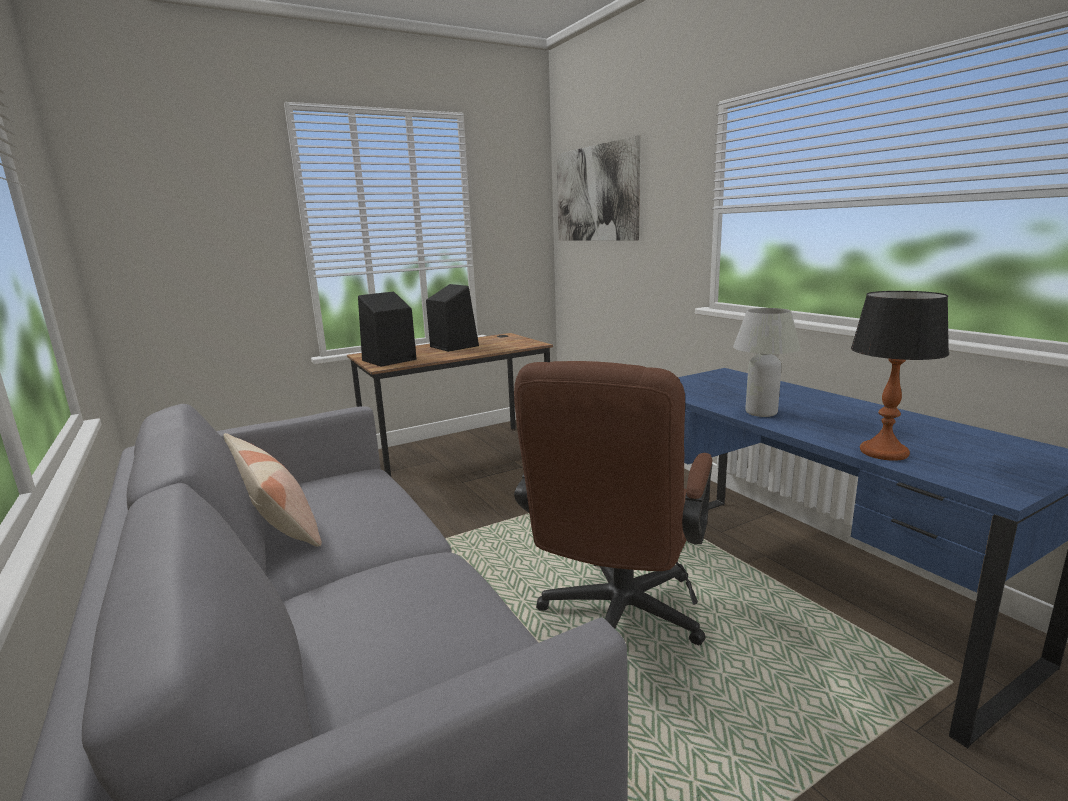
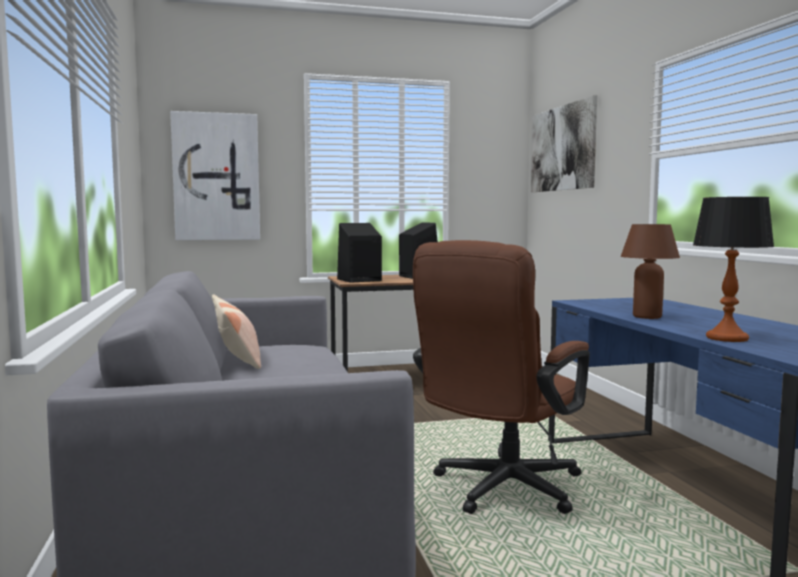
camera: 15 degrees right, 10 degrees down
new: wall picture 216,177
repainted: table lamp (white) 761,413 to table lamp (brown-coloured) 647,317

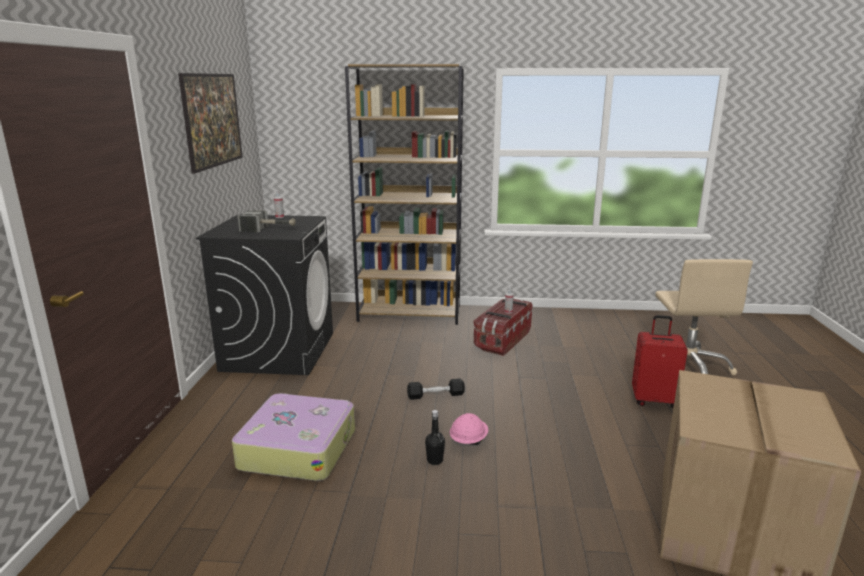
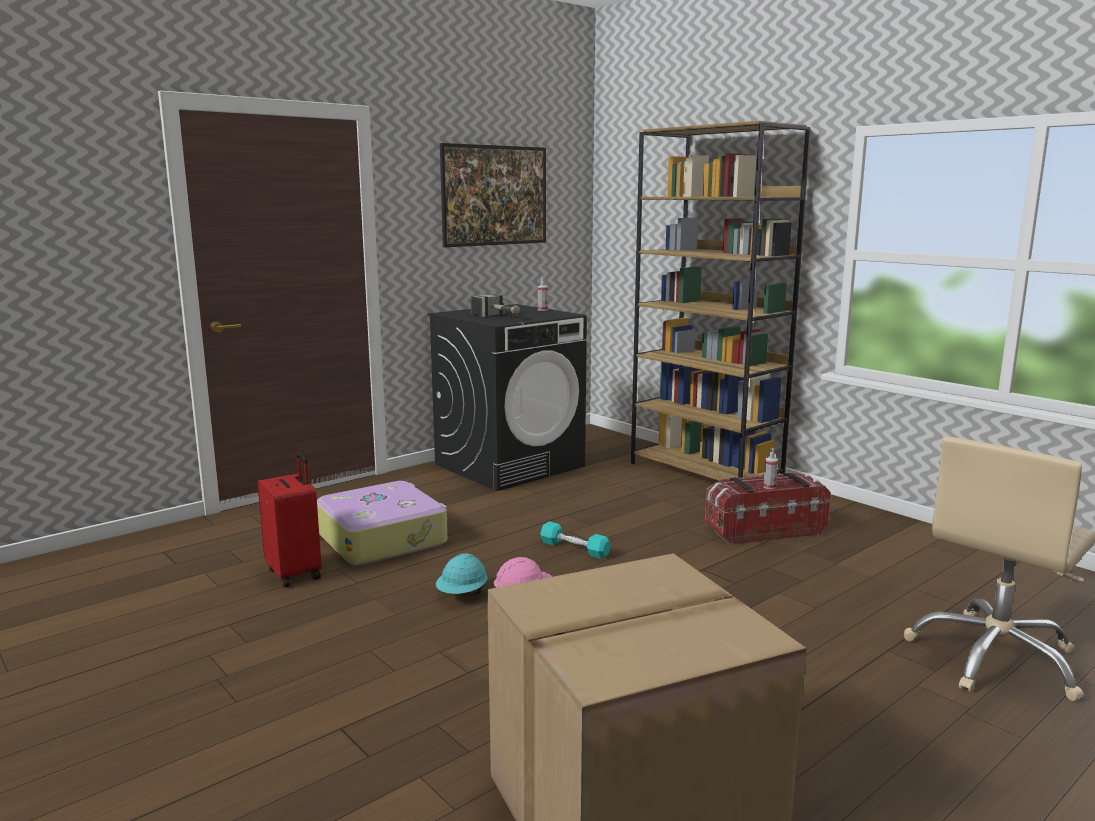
camera: 45 degrees right, 5 degrees down
shifted: suitcase (red) 654,400 to 295,573
swapped: bottle (black) 435,460 to safety helmet (turquoise-coloured) 462,594
repainted: free weight (black) 435,395 to free weight (turquoise-coloured) 574,548

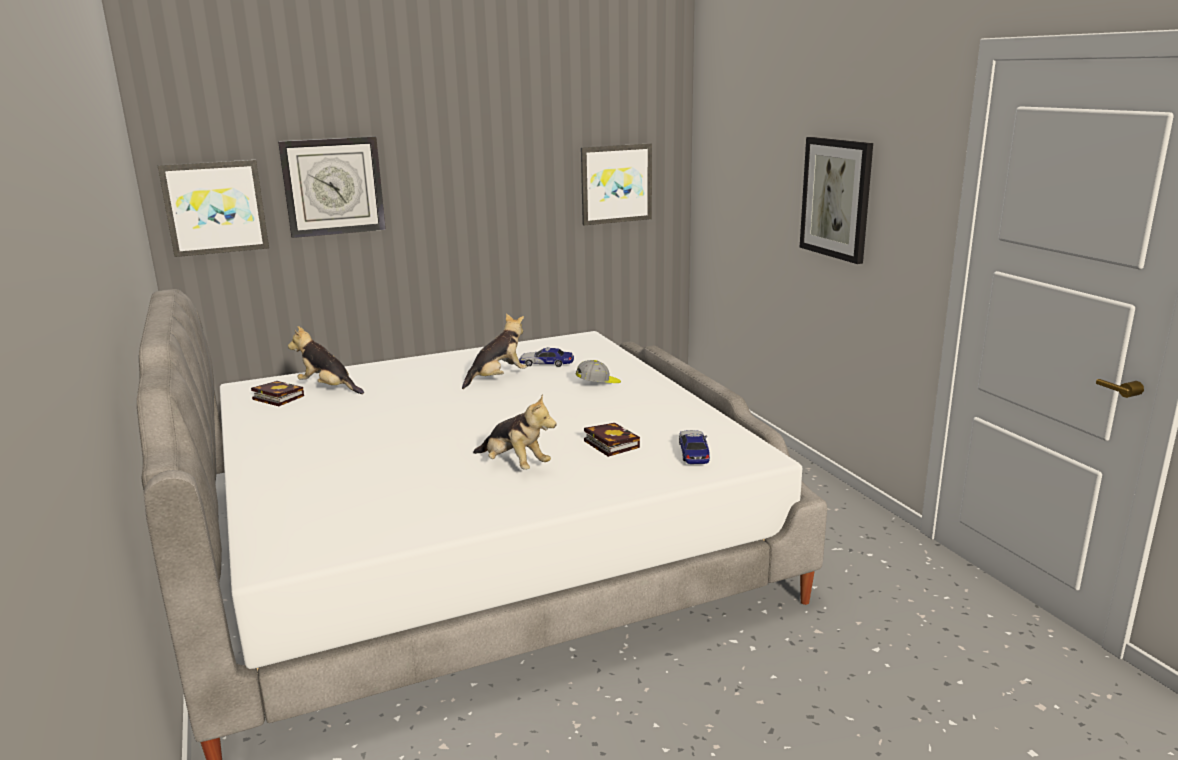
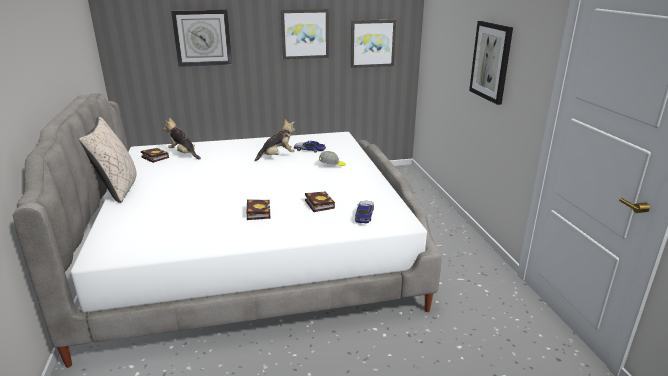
camera: 10 degrees right, 5 degrees up
new: cushion (beige-coloured) 118,189
shifted: wall picture 215,207 to 305,34
swapped: soft toy 514,465 to bound book 258,212

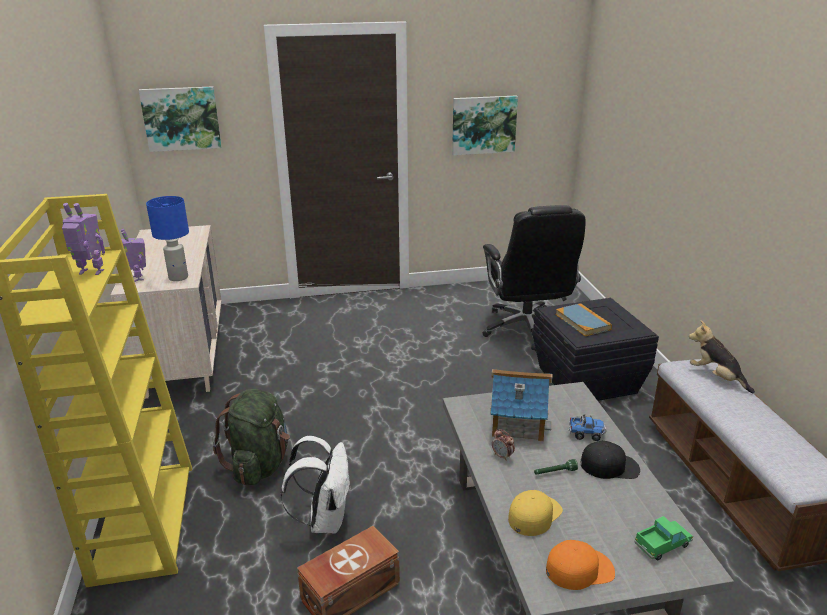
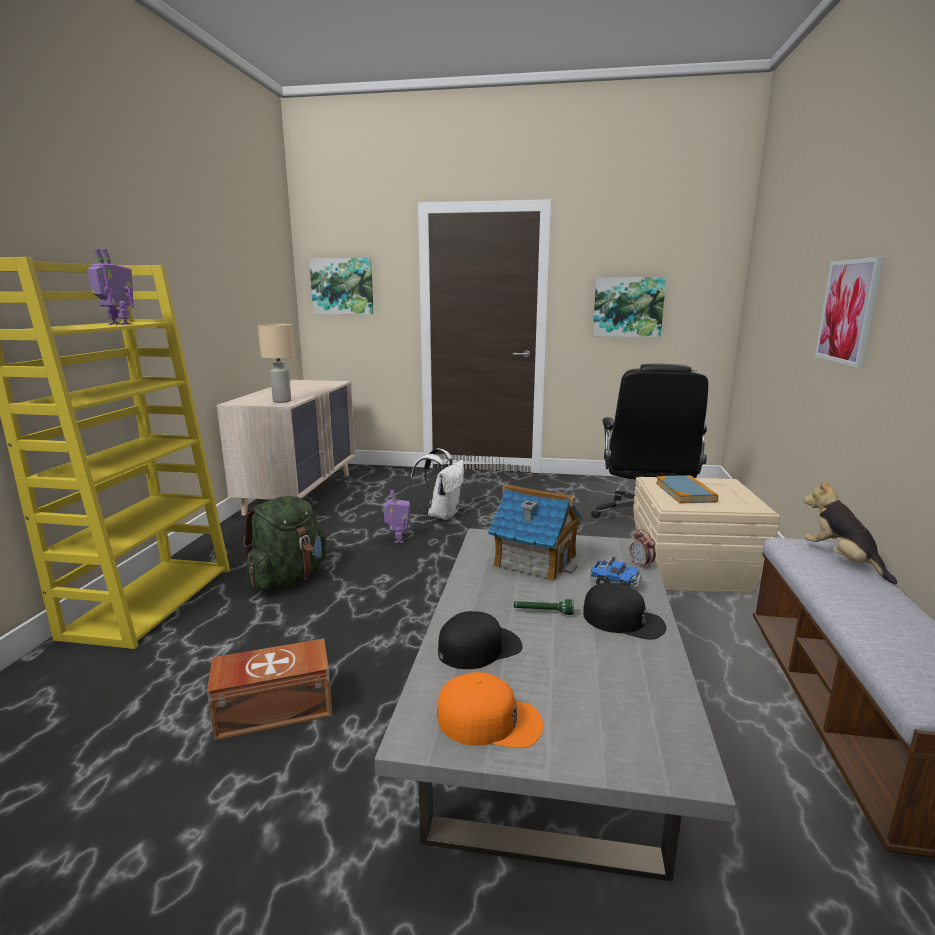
camera: 20 degrees right, 10 degrees down
gone: toy lorry 662,544
new: wall picture 848,311
shifted: model robot 137,278 to 398,540; table clock 502,456 to 641,565; rucksack (white) 325,519 to 442,515
repainted: table lamp (blue-coloured) 178,277 to table lamp (beige-coloured) 282,401; storage container (black) 585,379 to storage container (beige-coloured) 690,570; peaked cap (yellow) 534,514 to peaked cap (black) 479,647

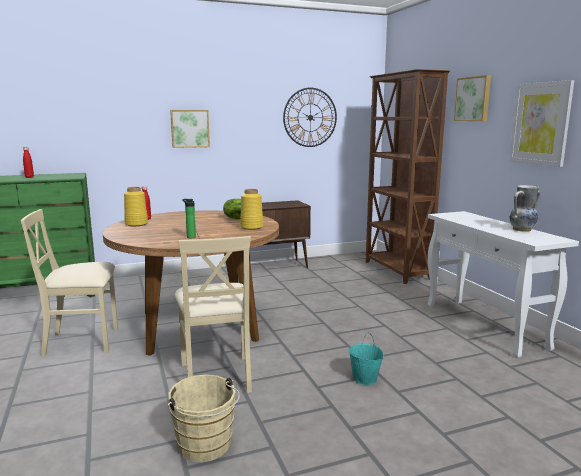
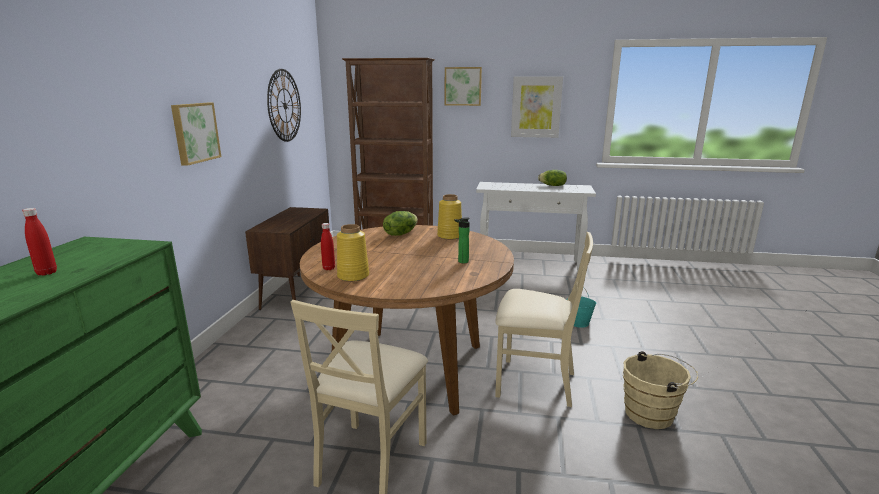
camera: 60 degrees left, 5 degrees up
swapped: decorative vase 522,230 to head of lettuce 553,186

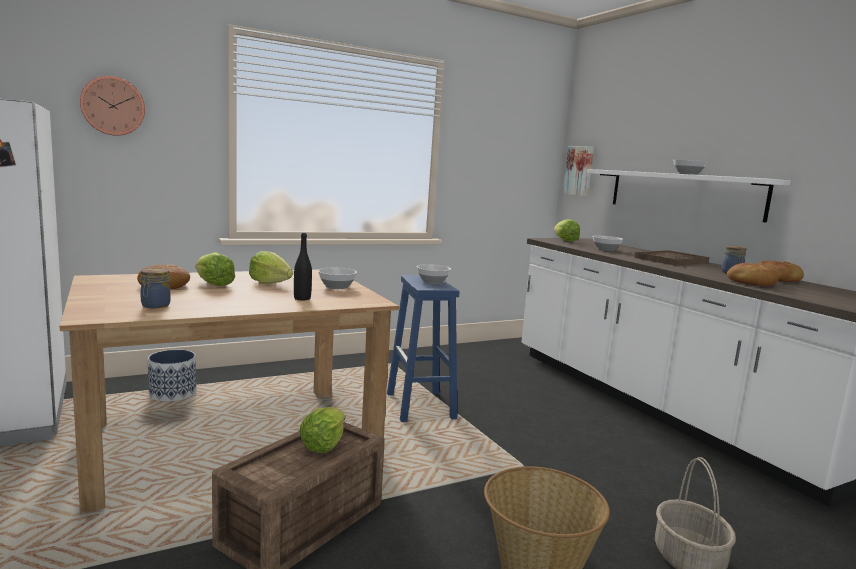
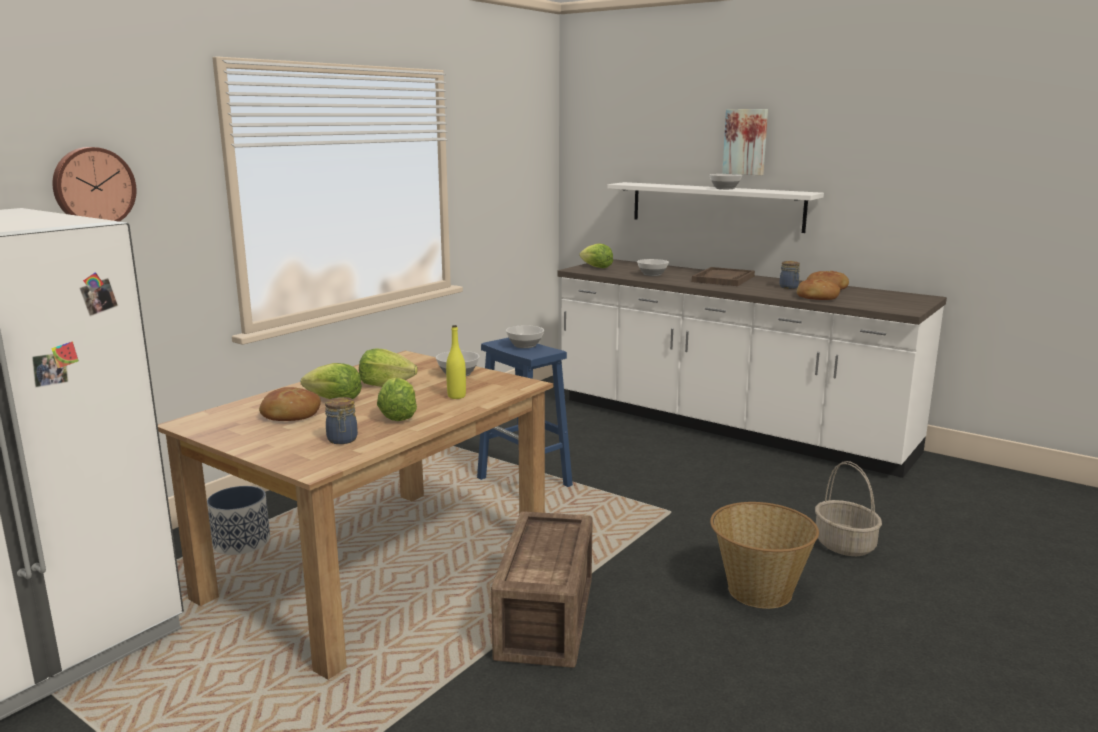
camera: 25 degrees left, 5 degrees up
shifted: wall picture 579,171 to 745,142; head of lettuce 323,445 to 398,415
repainted: bottle (black) 302,298 to bottle (yellow) 456,396

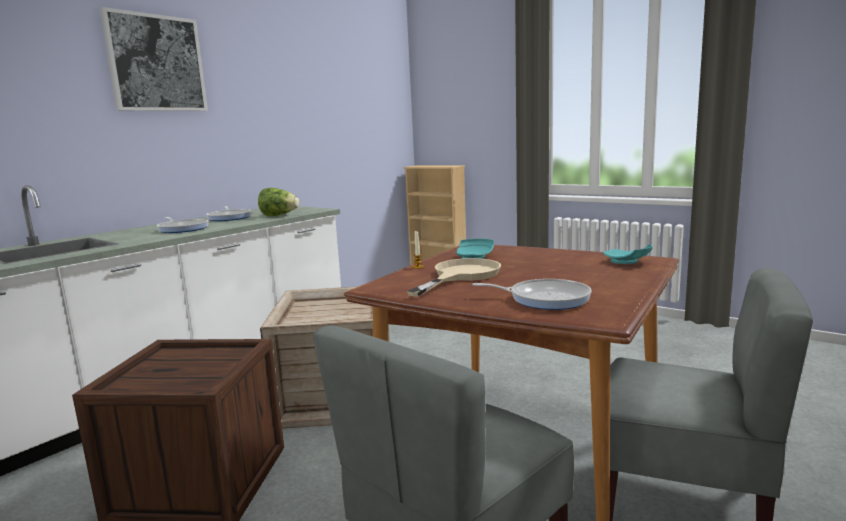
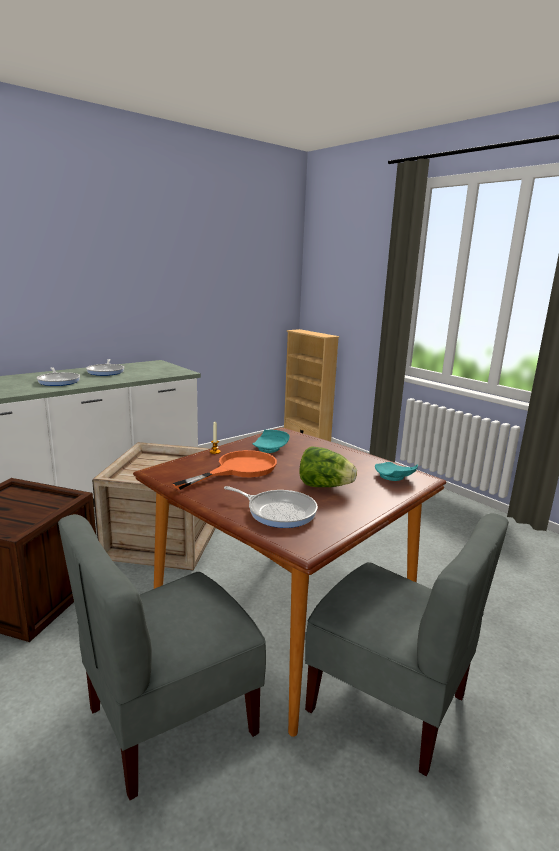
camera: 10 degrees right, 5 degrees up
gone: wall picture 156,63
shifted: head of lettuce 279,215 to 324,486
repainted: skillet (beige-coloured) 460,276 to skillet (orange) 238,469

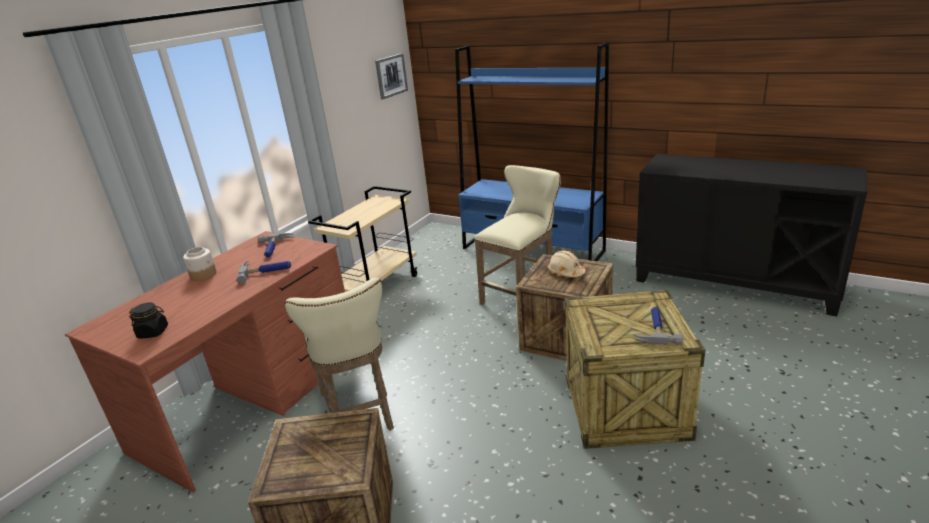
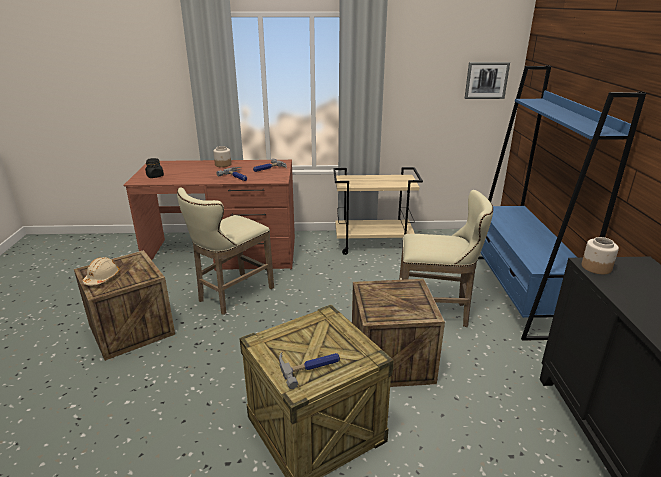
camera: 55 degrees right, 0 degrees up
new: preserve jar 596,267
shifted: safety helmet (beige-coloured) 566,272 to 102,278

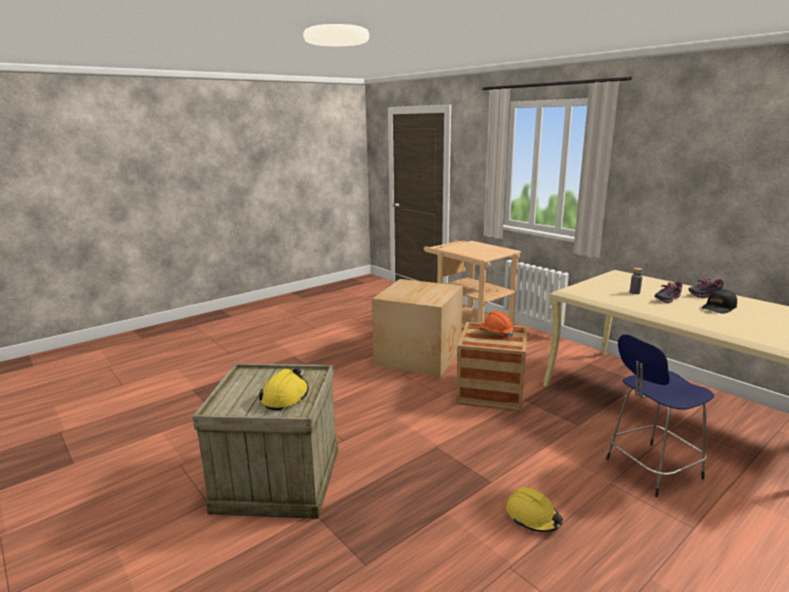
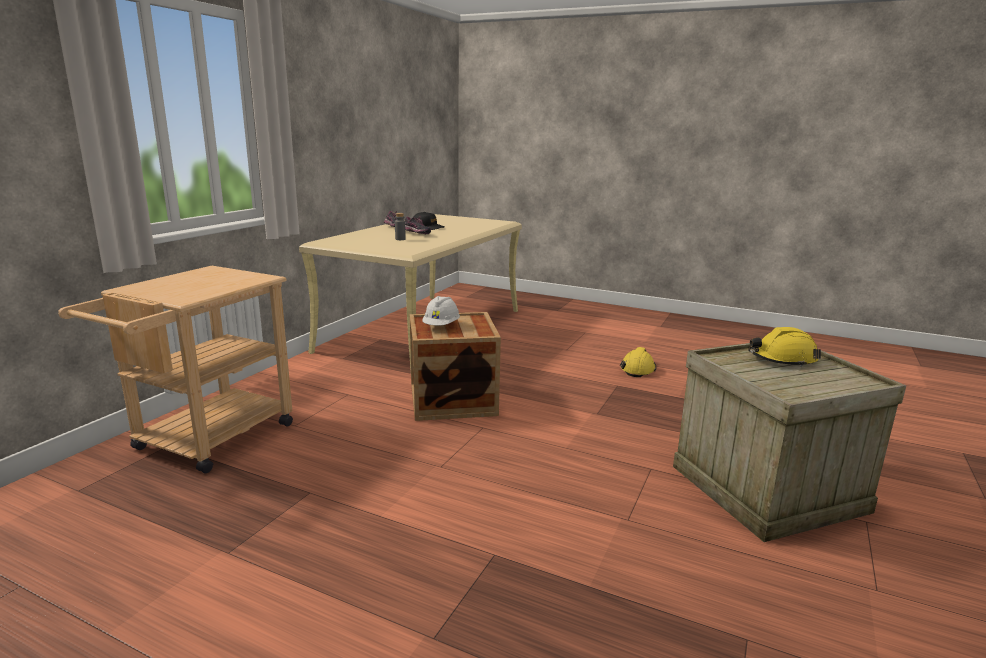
camera: 115 degrees left, 0 degrees up
gone: carton 420,356; stool (blue-coloured) 650,469
repainted: safety helmet (orange) 496,333 to safety helmet (white) 441,326

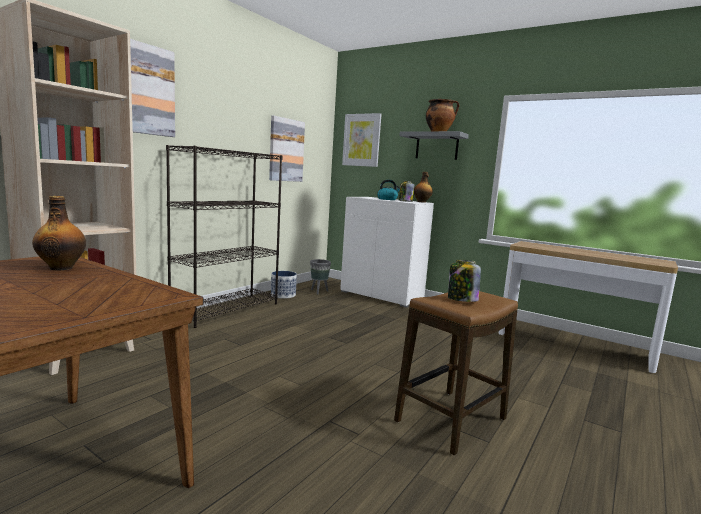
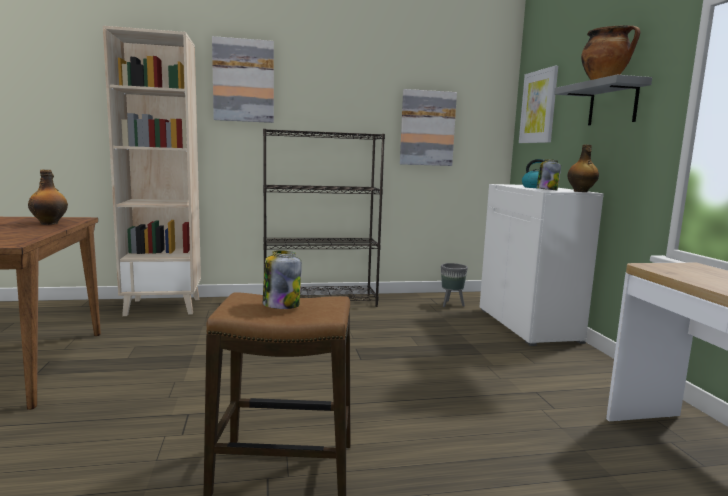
camera: 45 degrees right, 0 degrees up
gone: flower pot 283,295

